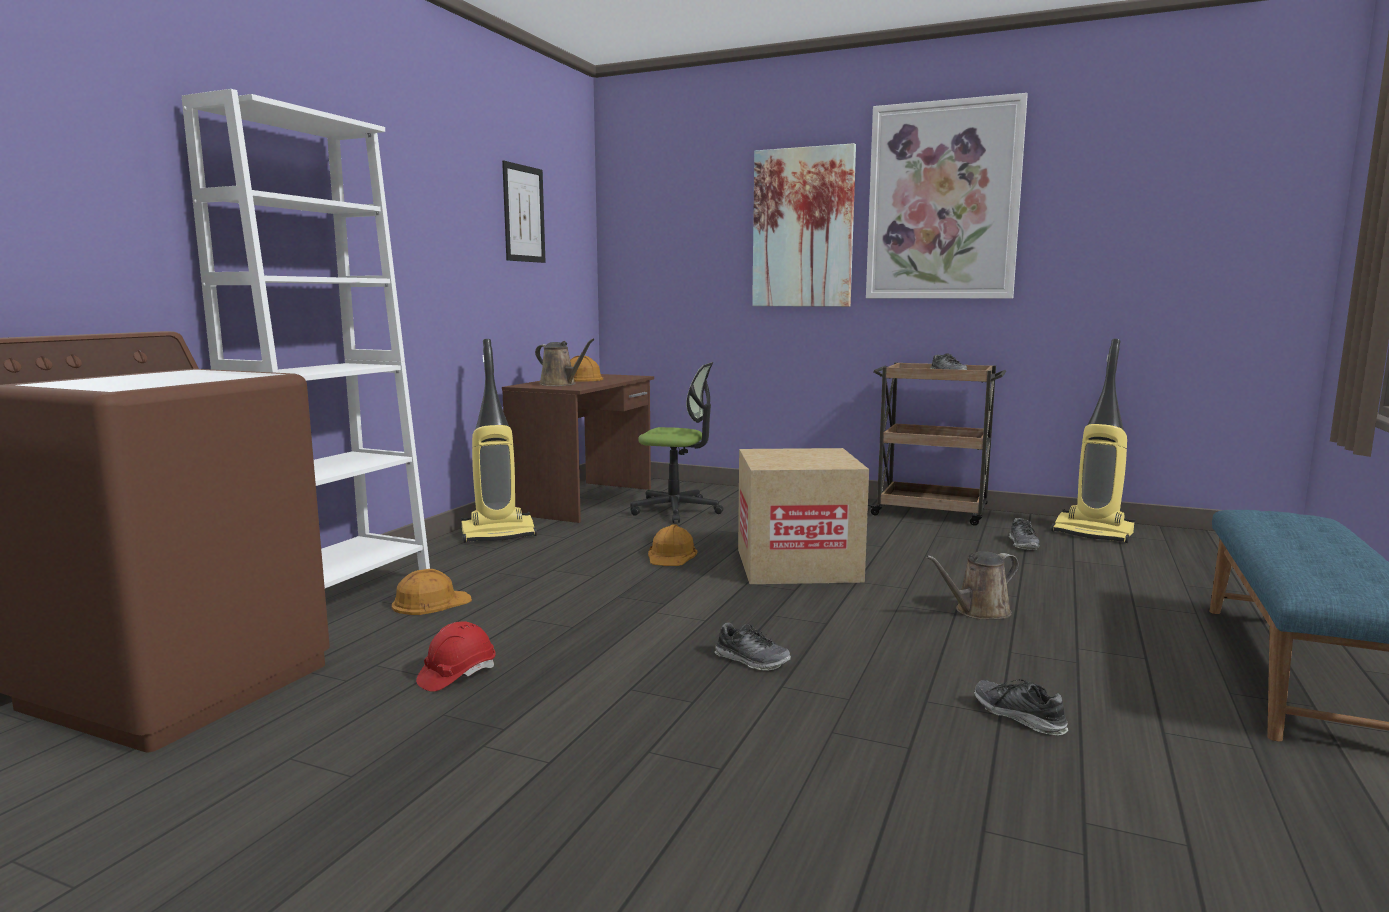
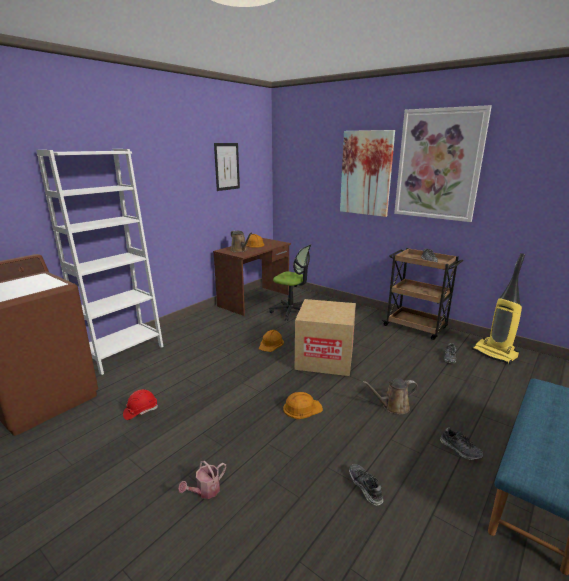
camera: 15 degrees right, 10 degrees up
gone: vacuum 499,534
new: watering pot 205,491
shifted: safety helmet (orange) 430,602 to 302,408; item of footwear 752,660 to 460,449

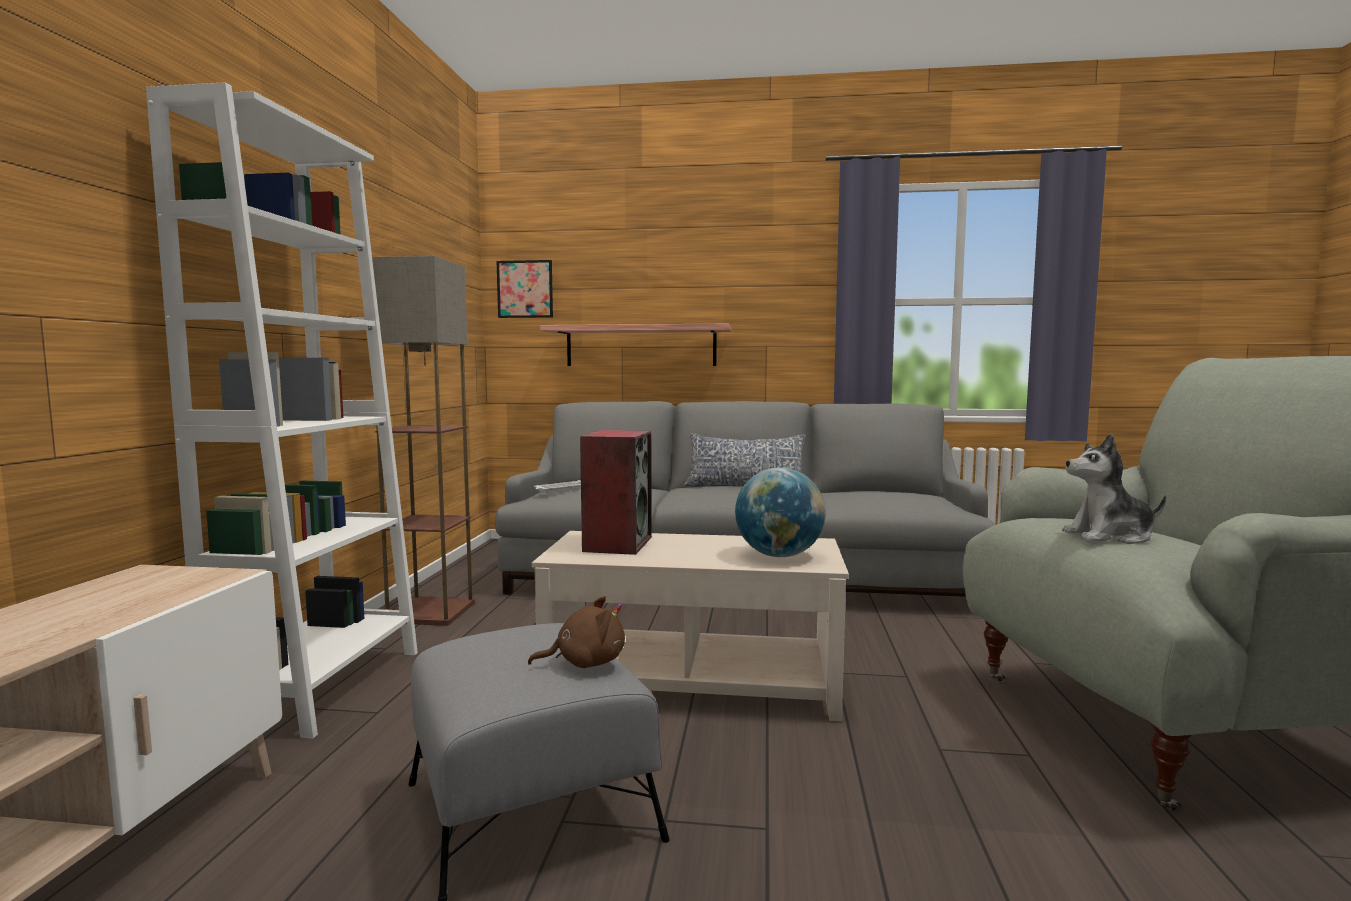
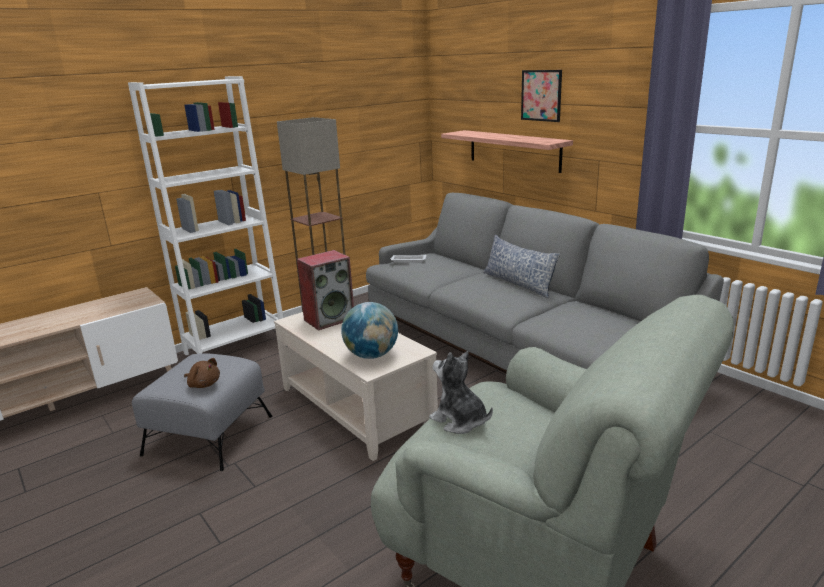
camera: 45 degrees right, 15 degrees up
shifted: wall picture 525,289 to 541,95

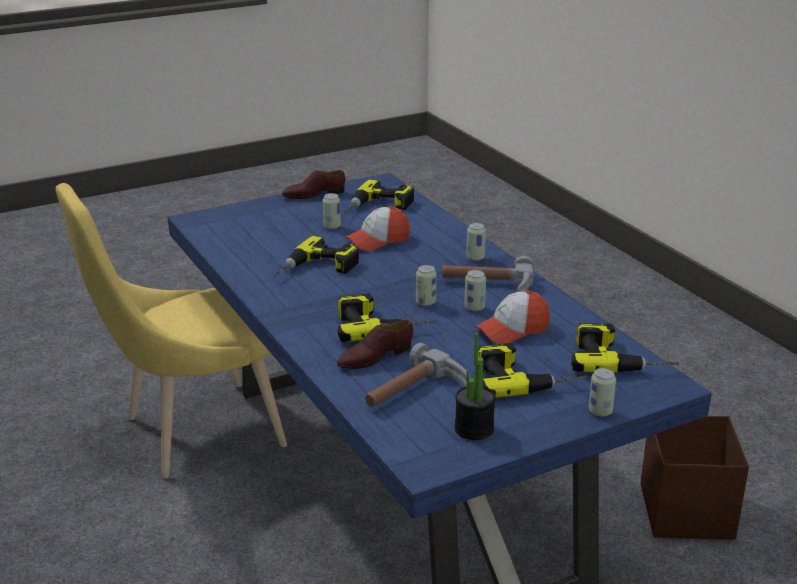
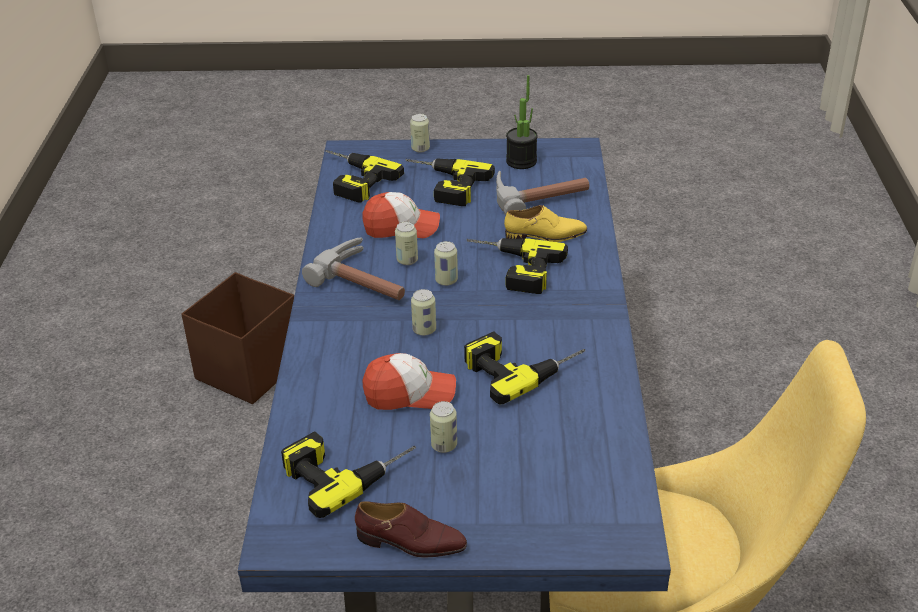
camera: 150 degrees left, 10 degrees up
shifted: sealed can 475,258 to 424,330
repainted: item of footwear (brown-coloured) 375,357 to item of footwear (yellow) 545,236

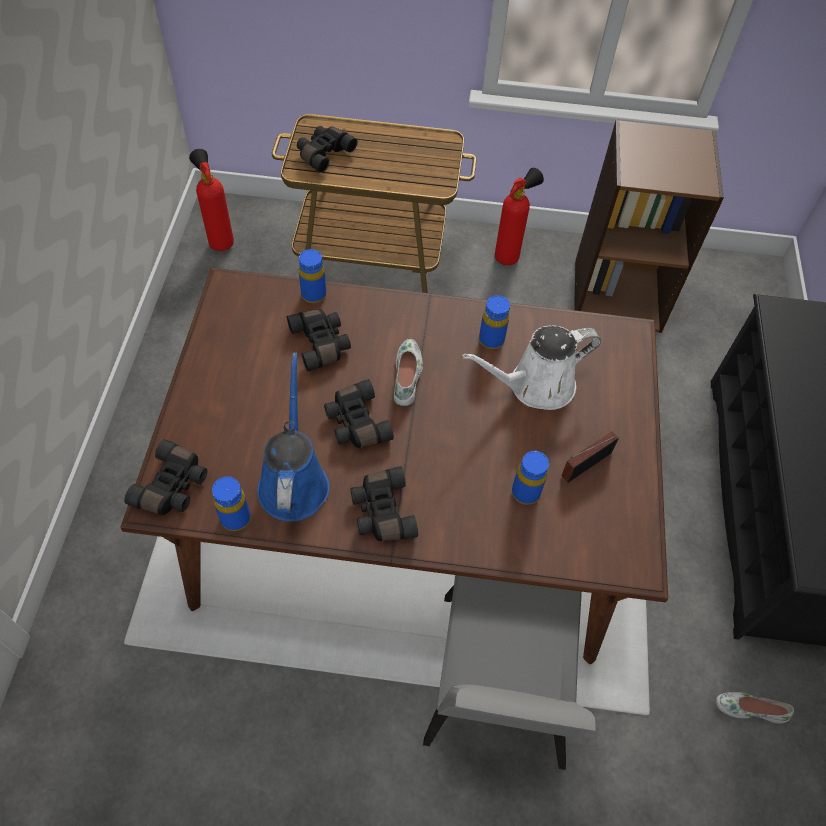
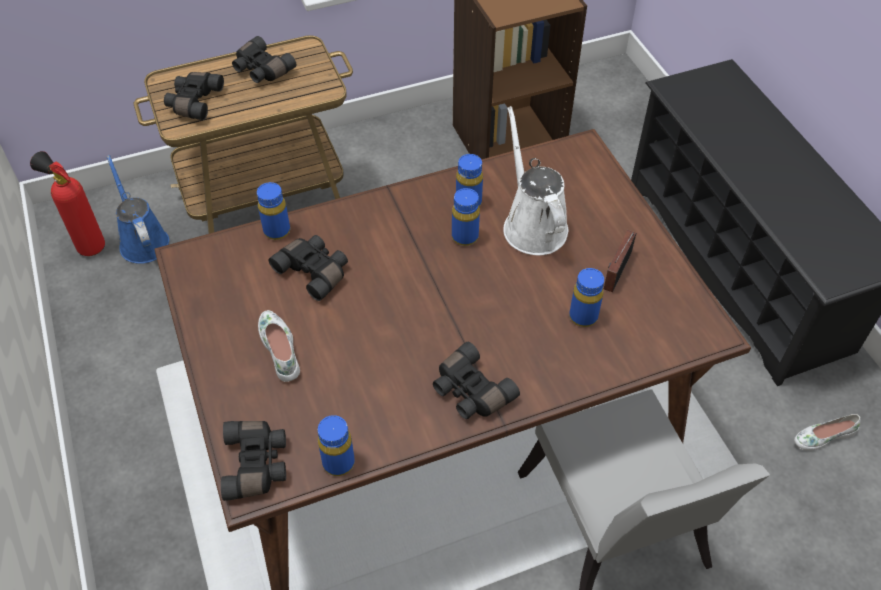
camera: 25 degrees left, 5 degrees down
gone: fire-fighting cylinder 510,255
new: bottle (blue-coloured) 465,237
shifted: item of footwear (white) 407,376 to 280,349; watering pot (blue-coloured) 294,481 to 142,241; pair of binoculars (black) 355,423 to 261,70
rotated: watering pot (white) 535,386 = 532,225 120 degrees clockwise

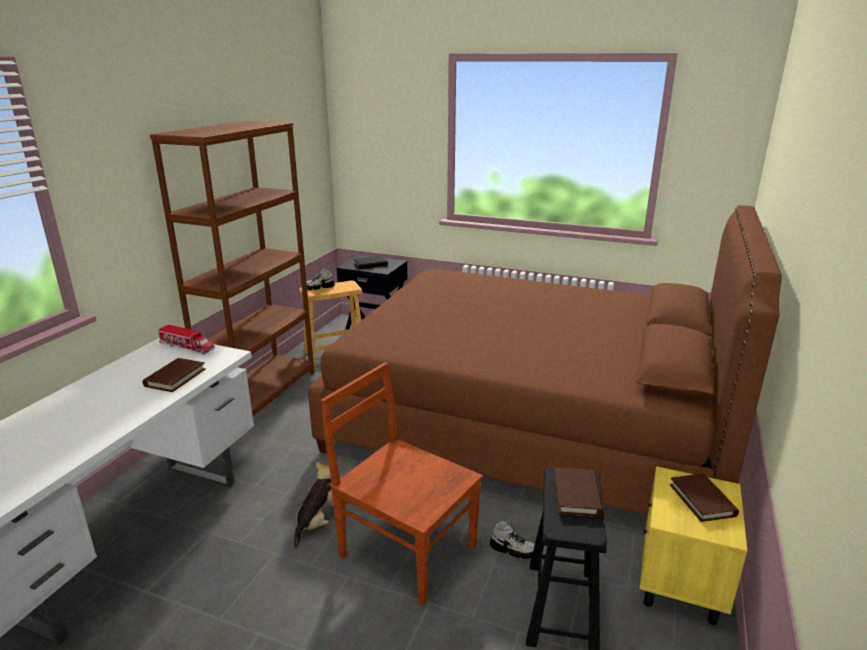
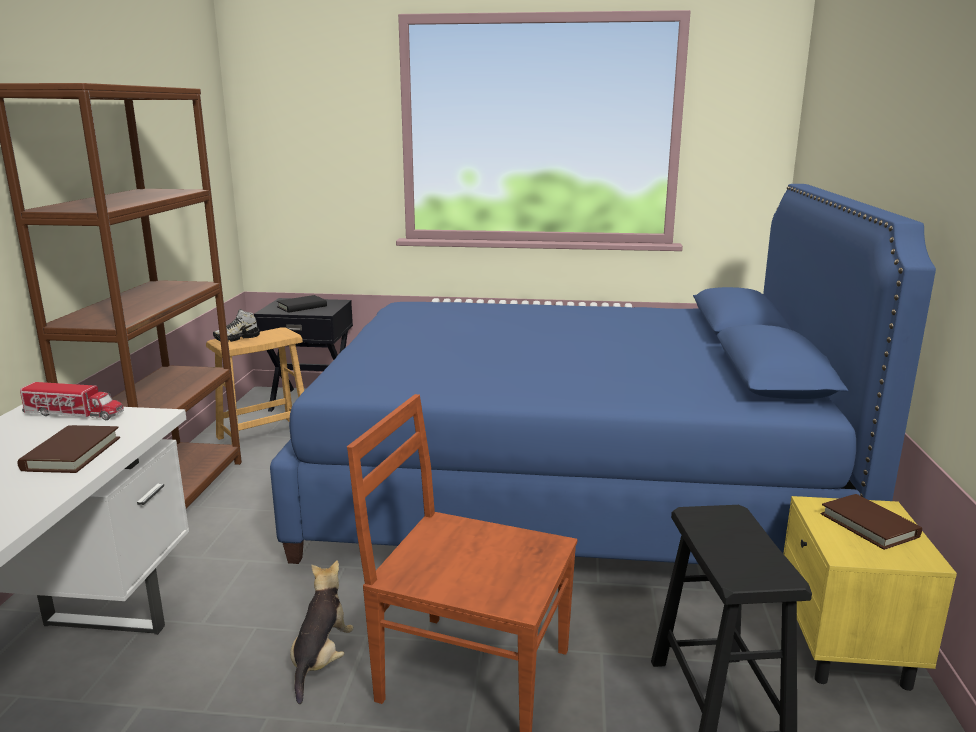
camera: 15 degrees left, 5 degrees down
gone: bound book (brown-coloured) 576,495; item of footwear 513,549
repainted: sleeping bed (brown-coloured) 529,421 to sleeping bed (blue-coloured) 567,485

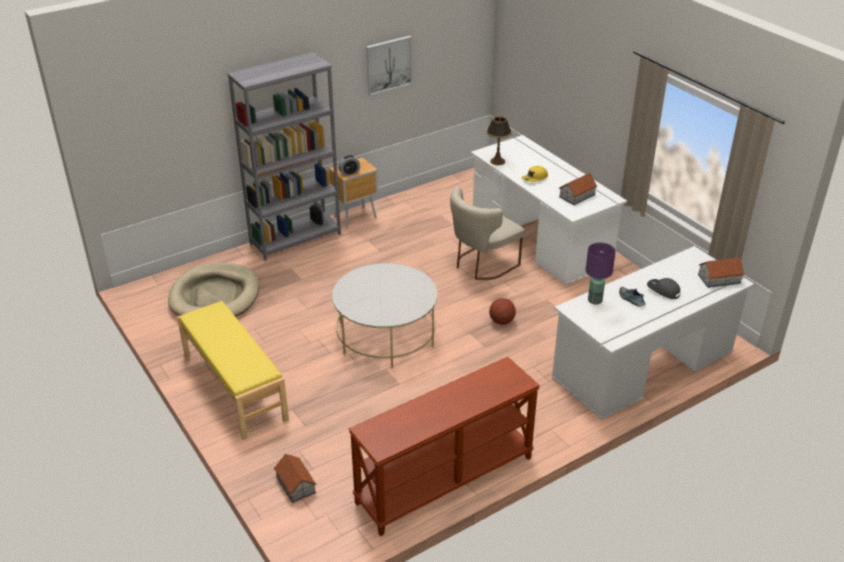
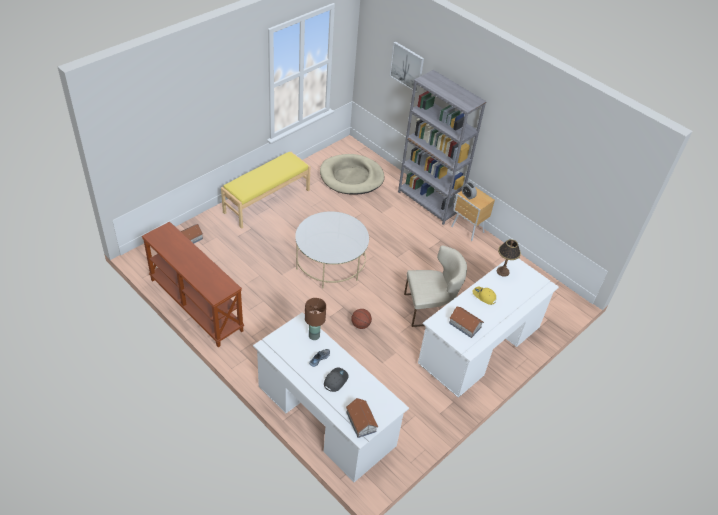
camera: 75 degrees right, 10 degrees up
shifted: wall picture 388,65 to 407,66
repainted: table lamp (purple) 595,300 to table lamp (brown-coloured) 313,336
rotated: upright chair (beige-coloured) 481,265 = 430,309 135 degrees clockwise

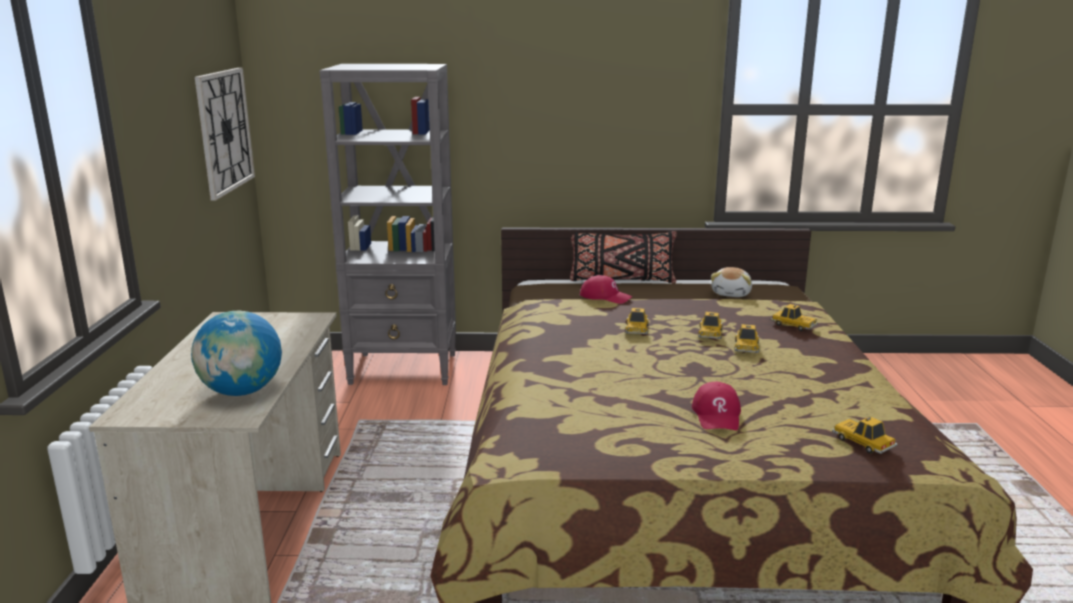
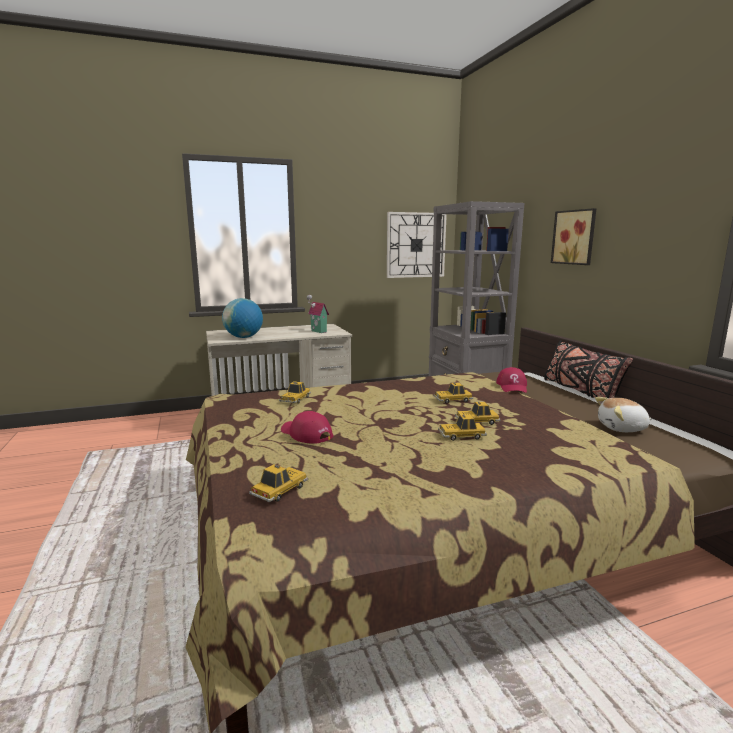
camera: 70 degrees right, 5 degrees down
new: wall picture 575,237; miniature house 317,331
shifted: miniature car 793,325 to 295,399
rotated: peaked cap (red) 717,415 = 306,434 60 degrees clockwise

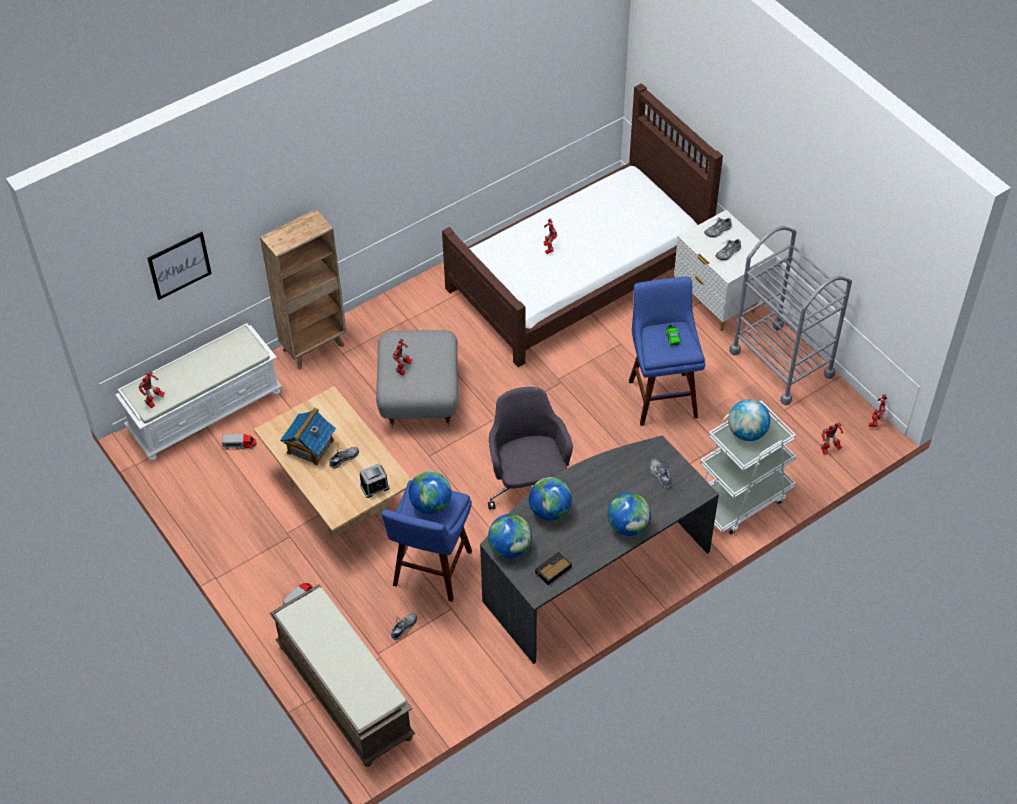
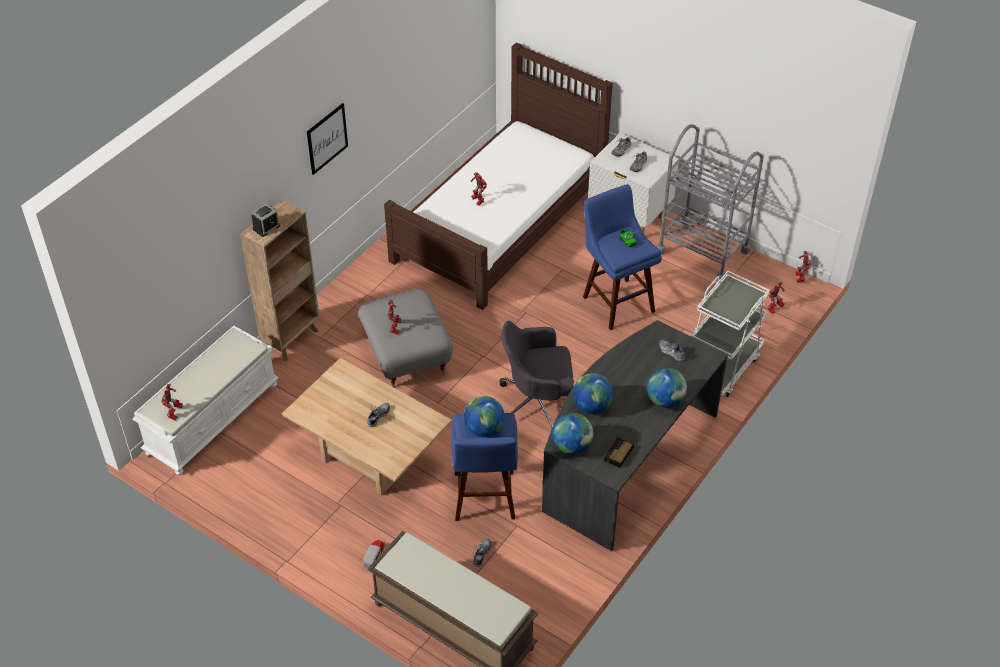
camera: 20 degrees left, 5 degrees down
gone: desk globe 747,432; miniature house 310,447; toy lorry 239,445
shifted: wall picture 179,265 to 327,138; table clock 374,487 to 266,227
rotated: computer chair (gray) 528,486 = 537,404 60 degrees counterclockwise

